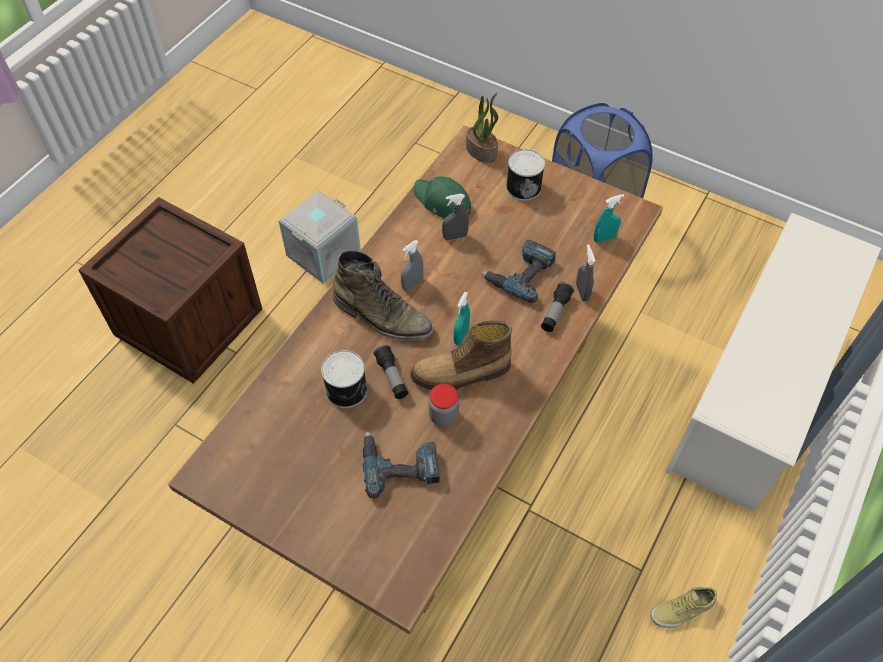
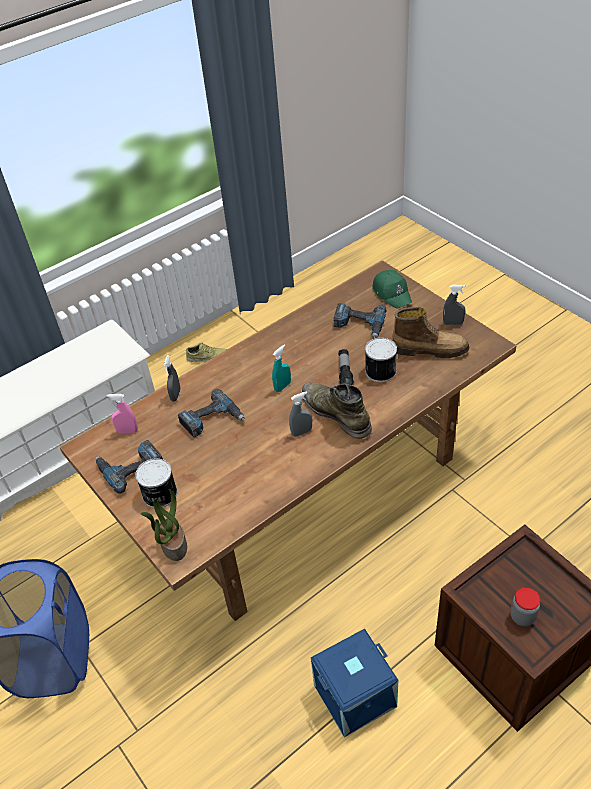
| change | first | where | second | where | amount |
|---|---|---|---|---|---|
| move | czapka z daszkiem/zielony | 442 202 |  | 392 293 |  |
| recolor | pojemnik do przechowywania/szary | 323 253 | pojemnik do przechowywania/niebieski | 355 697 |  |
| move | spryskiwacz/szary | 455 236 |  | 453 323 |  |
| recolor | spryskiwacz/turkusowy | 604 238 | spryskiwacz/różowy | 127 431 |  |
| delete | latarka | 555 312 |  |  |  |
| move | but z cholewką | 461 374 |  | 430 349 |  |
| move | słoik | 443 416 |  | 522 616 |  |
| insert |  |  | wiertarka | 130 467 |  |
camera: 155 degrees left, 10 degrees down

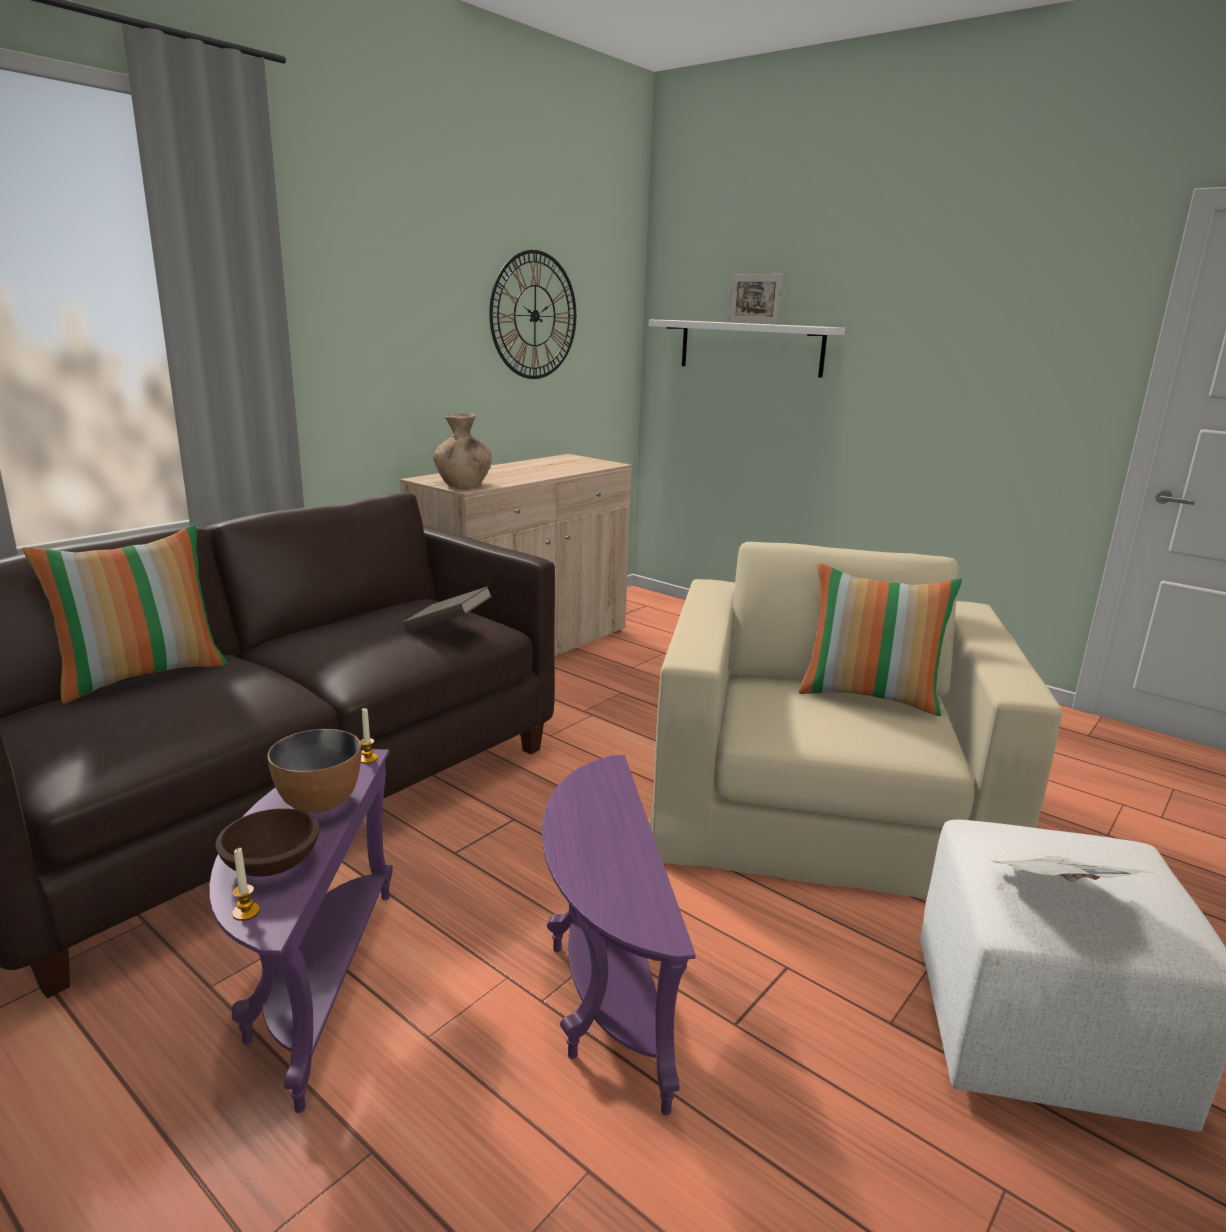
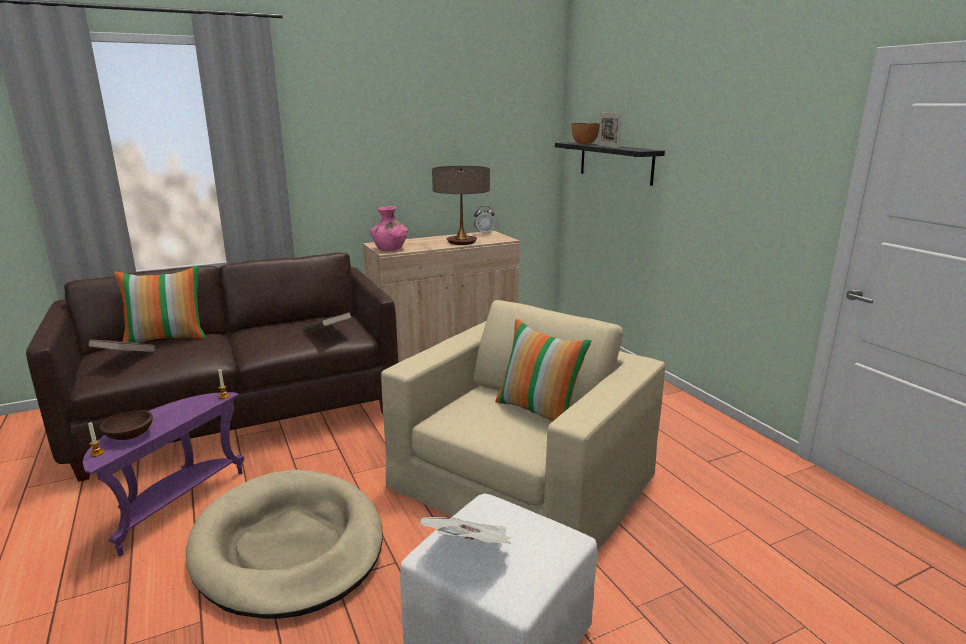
| change | first | where | second | where | amount |
|---|---|---|---|---|---|
| delete | zegar ścienny | 534 315 |  |  |  |
| recolor | półka/biały | 750 347 | półka/czarny | 615 162 |  |
| recolor | wazon/brązowy | 463 484 | wazon/różowy | 389 249 |  |
| move | miska | 320 803 |  | 584 143 |  |
| replace | stolik/fioletowy | 603 994 | legowisko/beżowy | 289 547 |  |
| insert |  |  | lampa stołowa | 461 242 |  |
| insert |  |  | budzik | 484 233 |  |
| insert |  |  | książka/brązowy | 125 357 |  |
camera: 25 degrees right, 0 degrees up

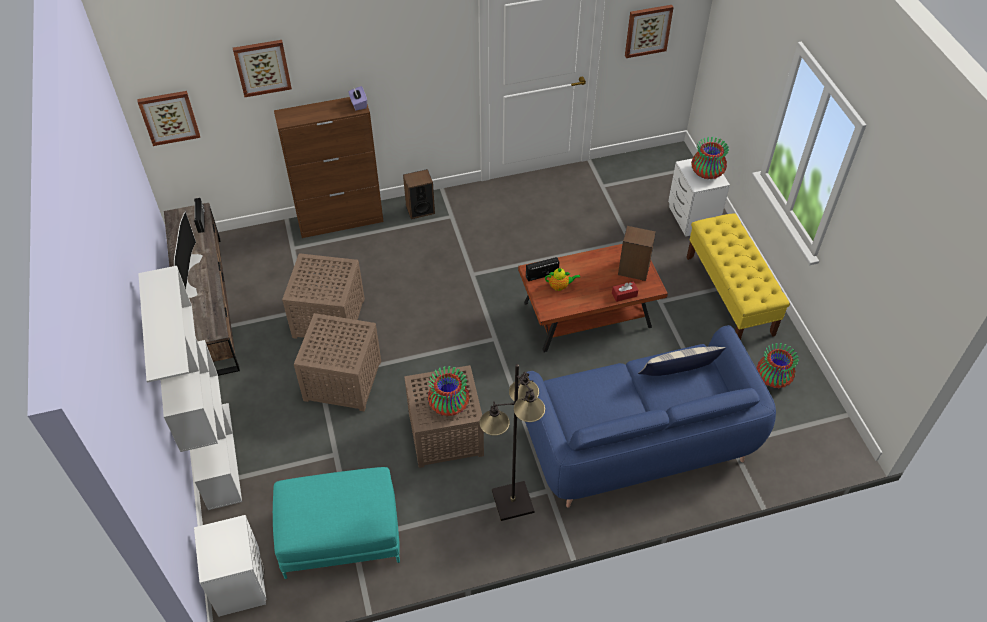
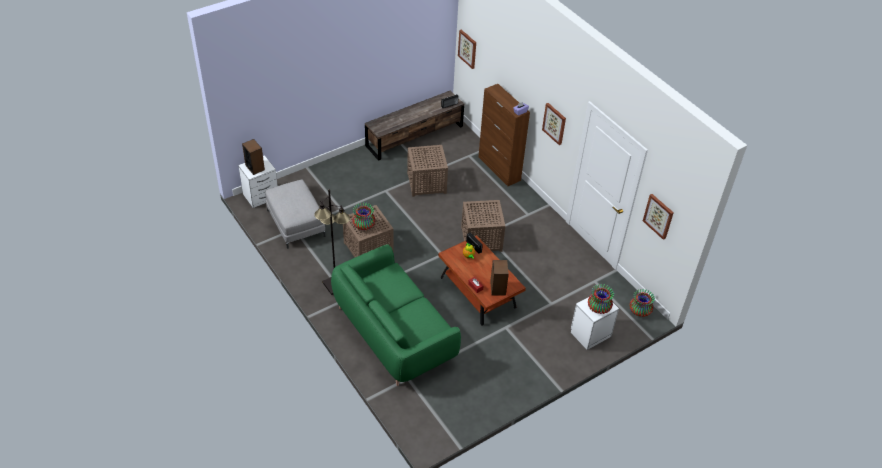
| change | first | where | second | where | amount |
|---|---|---|---|---|---|
| move | obraz | 262 67 |  | 554 123 |  |
| move | głośnik | 420 209 |  | 255 167 |  |
| delete | telewizor | 186 275 |  |  |  |
| delete | ławka/żółty | 729 295 |  |  |  |
| delete | regał/biały | 218 454 |  |  |  |
| move | stolik/brązowy | 341 381 |  | 480 238 |  |
| recolor | kanapa/niebieski | 638 441 | kanapa/zielony | 394 333 |  |
| move | wazon | 773 378 |  | 639 311 |  |
| delete | poduszka | 678 370 |  |  |  |
| recolor | pufa/turkusowy | 340 535 | pufa/szary | 295 223 |  |
camera: 70 degrees right, 5 degrees down

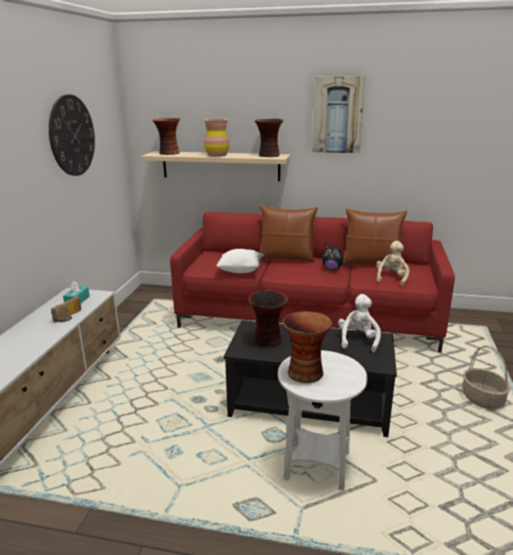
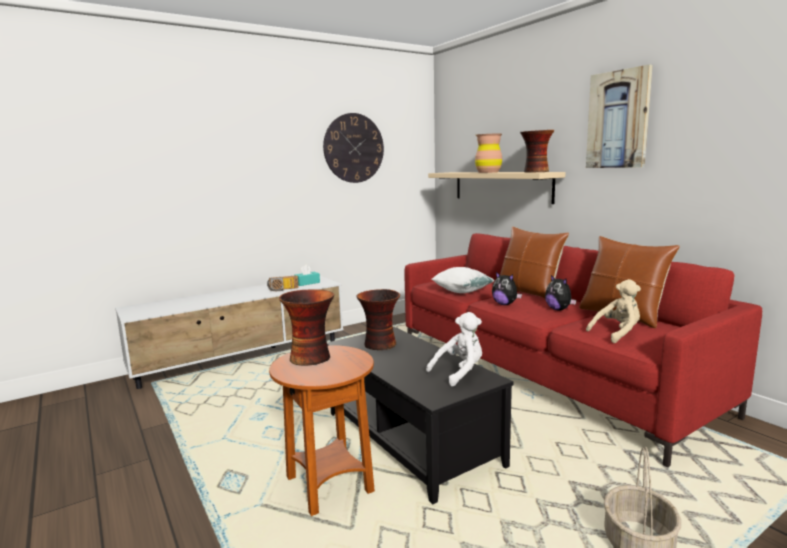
| change | first | where | second | where | amount |
|---|---|---|---|---|---|
| delete | wazon | 168 153 |  |  |  |
| recolor | stolik/biały | 317 465 | stolik/brązowy | 330 485 |  |
| insert |  |  | pluszak | 505 304 |  |
camera: 45 degrees right, 10 degrees down

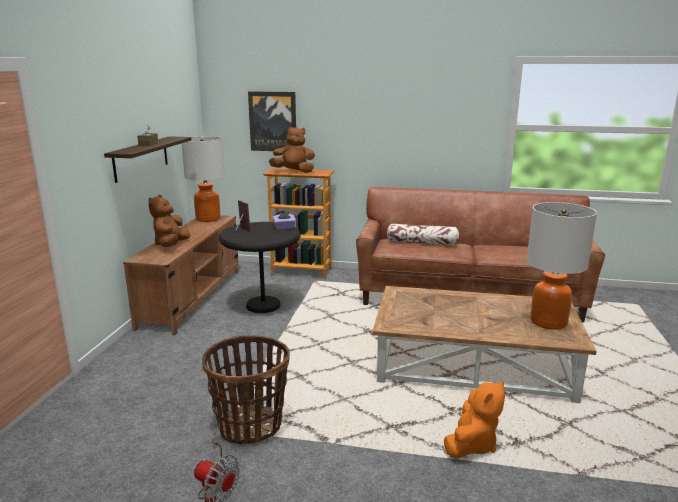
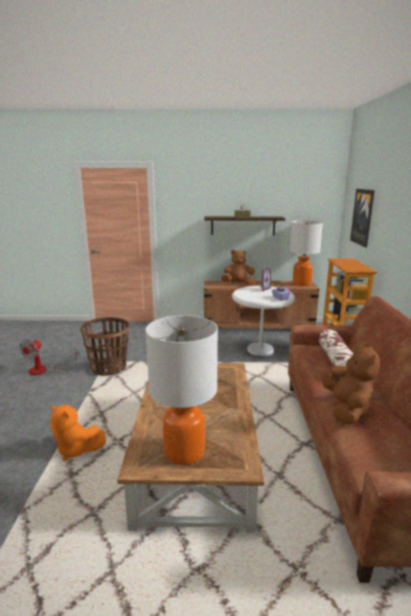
| change | first | where | second | where | amount |
|---|---|---|---|---|---|
| move | pluszak/brązowy | 294 171 |  | 346 409 |  |
| recolor | stolik/czarny | 263 305 | stolik/biały | 260 350 |  |
camera: 80 degrees right, 0 degrees up

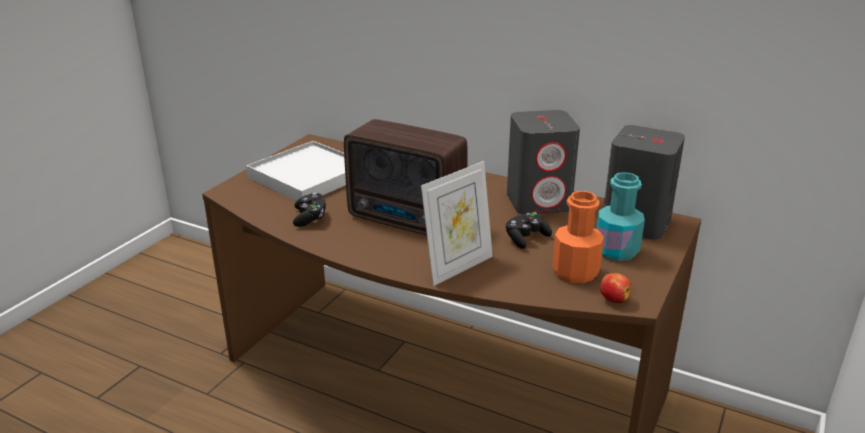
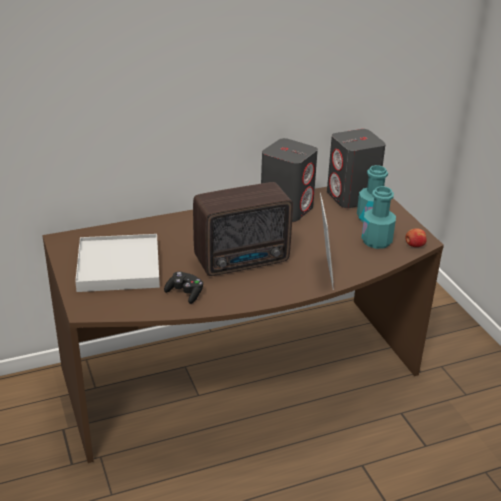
| change | first | where | second | where | amount |
|---|---|---|---|---|---|
| recolor | butelka/pomarańczowy | 575 272 | butelka/turkusowy | 376 241 |  |
| delete | pad do gier/czarny | 526 238 |  |  |  |
camera: 50 degrees left, 5 degrees up

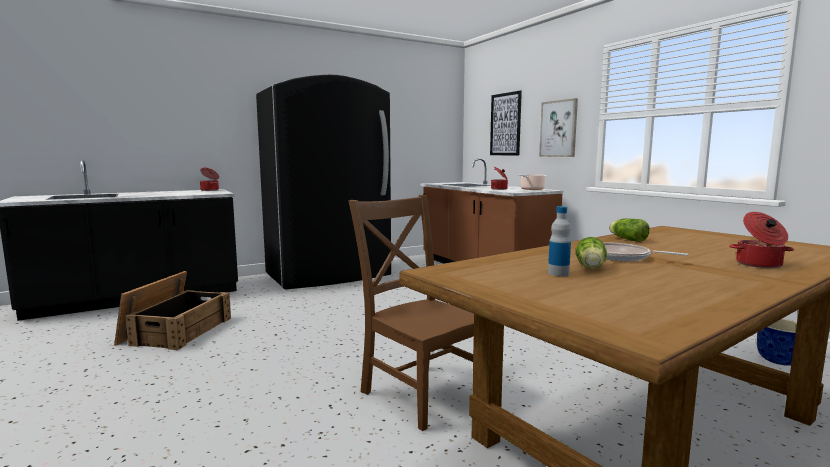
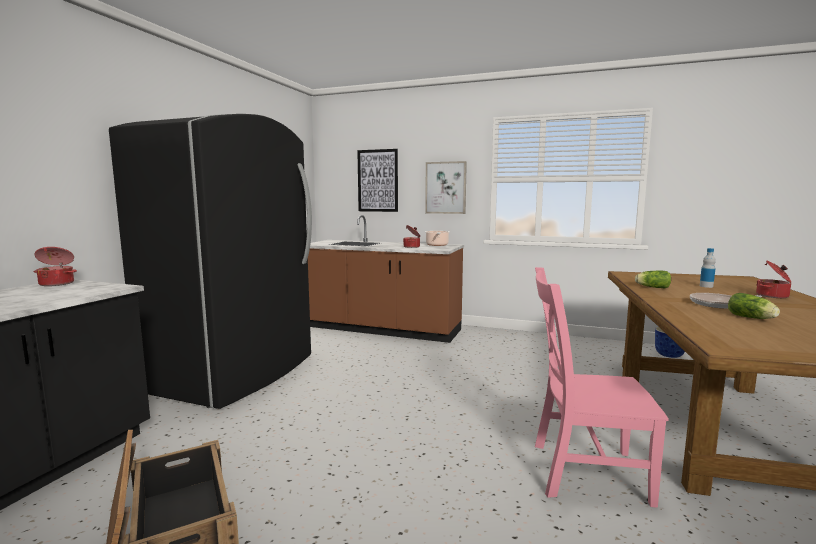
| change | first | where | second | where | amount |
|---|---|---|---|---|---|
| recolor | krzesło/brązowy | 420 392 | krzesło/różowy | 583 472 |  |
| move | butelka | 558 273 |  | 706 286 |  |
camera: 40 degrees left, 0 degrees up

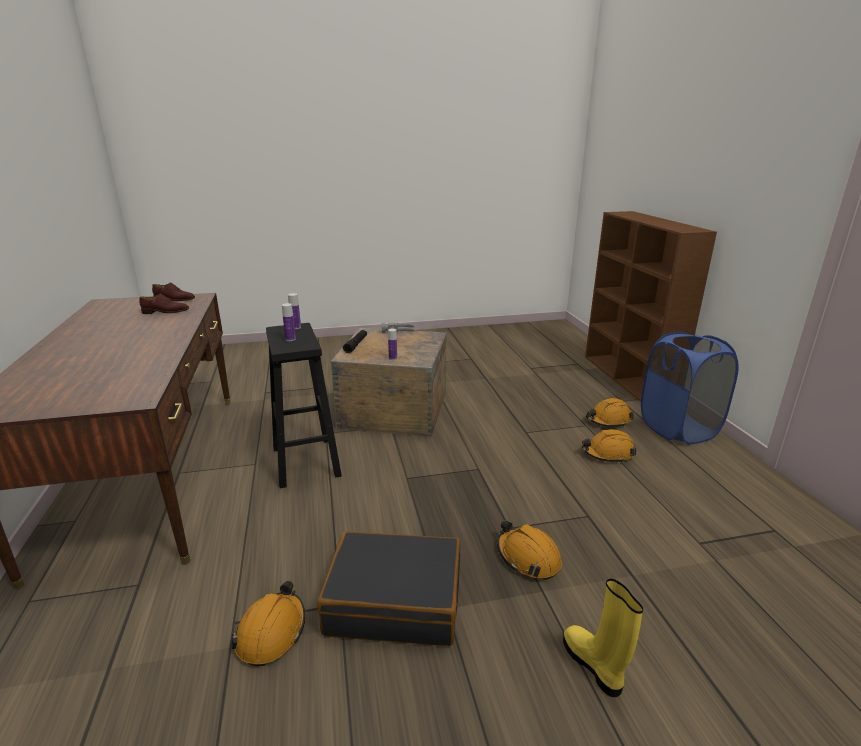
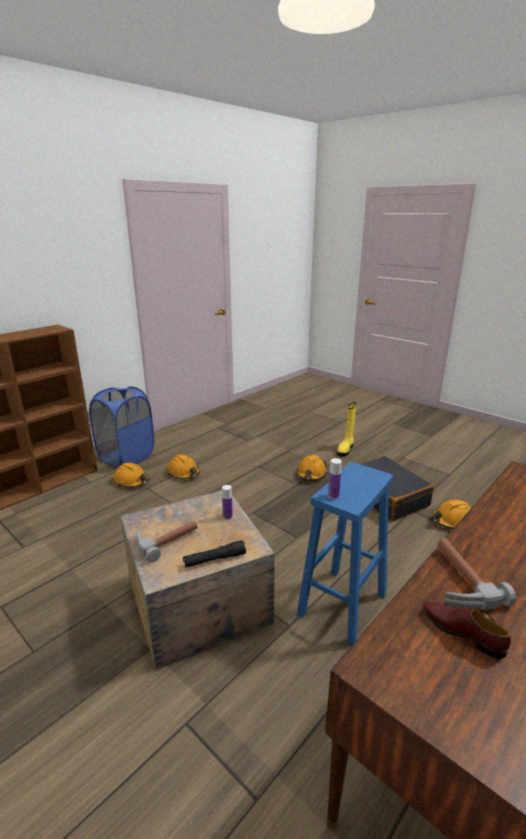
| change | first | where | second | where | amount |
|---|---|---|---|---|---|
| delete | but/brązowy | 174 299 |  |  |  |
| delete | butelka | 290 339 |  |  |  |
| recolor | stołek/czarny | 306 462 | stołek/niebieski | 343 603 |  |
| insert |  |  | młotek | 455 580 |  |
camera: 125 degrees left, 0 degrees up

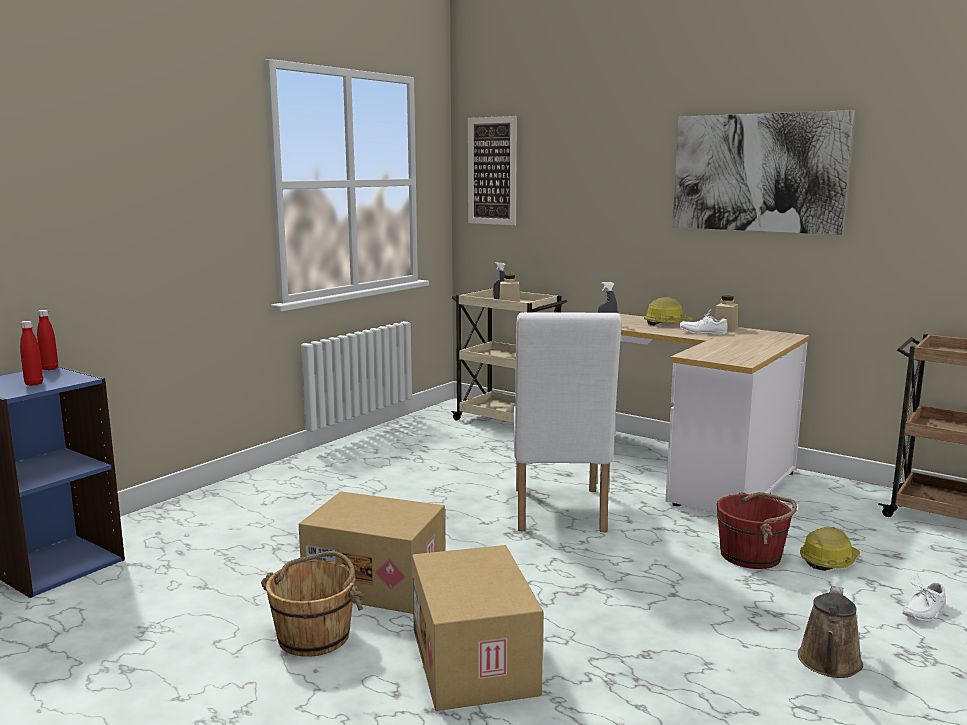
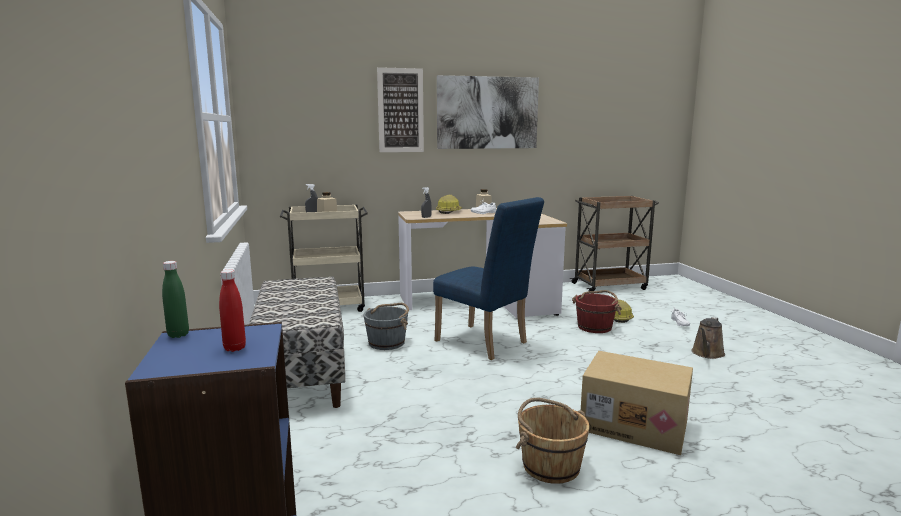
| change | first | where | second | where | amount |
|---|---|---|---|---|---|
| move | obraz | 492 171 |  | 400 110 |  |
| recolor | butelka/czerwony | 50 369 | butelka/zielony | 178 335 |  |
| recolor | krzesło/biały | 558 514 | krzesło/niebieski | 485 343 |  |
| delete | karton | 377 582 |  |  |  |
| rotate | konewka/brązowy | 829 664 |  | 707 354 | 60 degrees clockwise |
| insert |  |  | ławka | 301 373 |  |
| insert |  |  | wiadro/szary | 387 343 |  |
camera: 50 degrees left, 0 degrees up

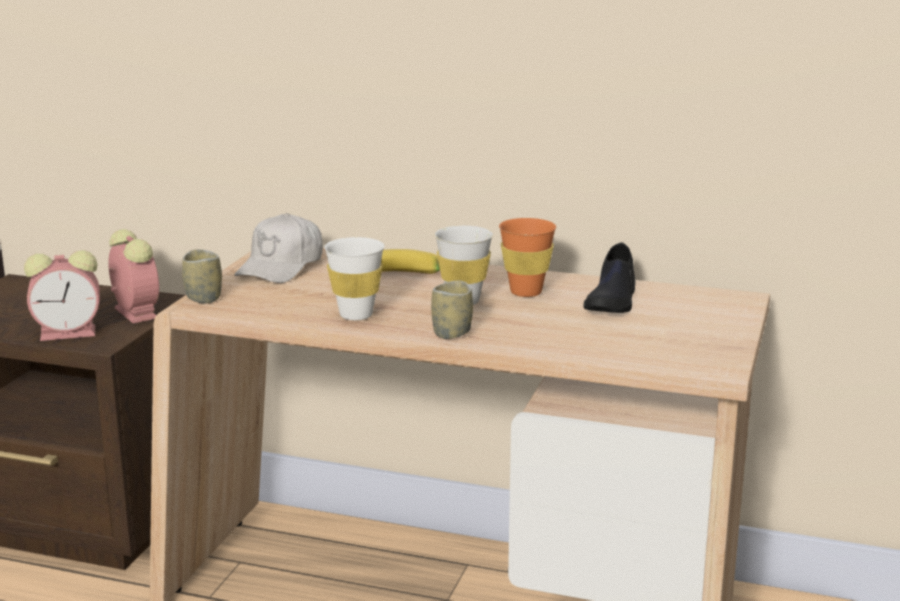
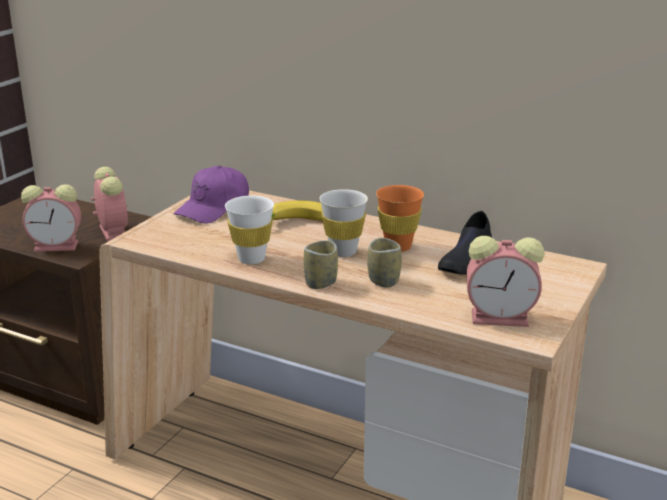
| change | first | where | second | where | amount |
|---|---|---|---|---|---|
| recolor | czapka z daszkiem/biały | 281 267 | czapka z daszkiem/fioletowy | 214 208 |  |
| move | filiżanka | 203 298 |  | 383 281 |  |
| insert |  |  | budzik | 502 318 |  |
camera: 10 degrees right, 5 degrees up

